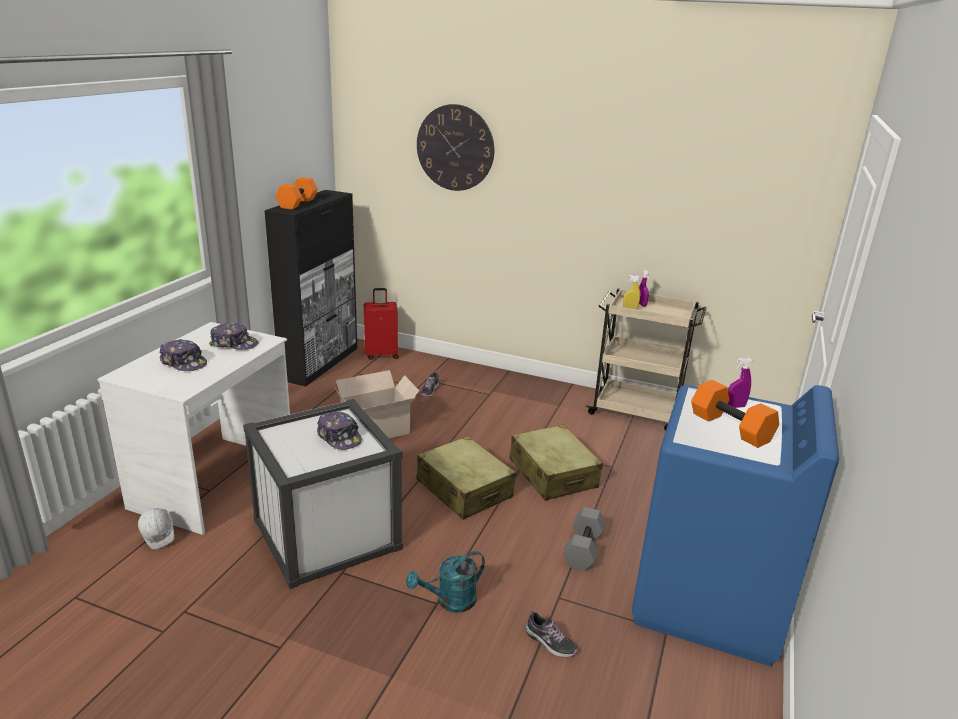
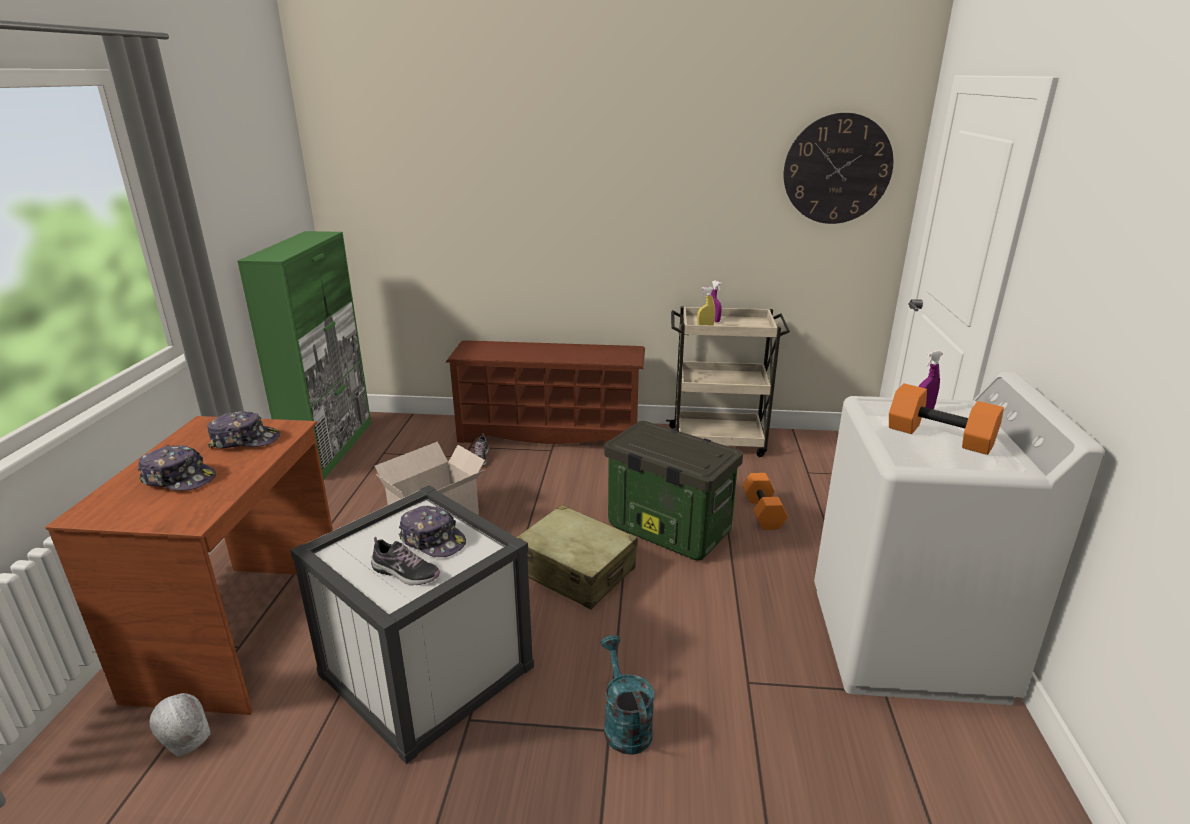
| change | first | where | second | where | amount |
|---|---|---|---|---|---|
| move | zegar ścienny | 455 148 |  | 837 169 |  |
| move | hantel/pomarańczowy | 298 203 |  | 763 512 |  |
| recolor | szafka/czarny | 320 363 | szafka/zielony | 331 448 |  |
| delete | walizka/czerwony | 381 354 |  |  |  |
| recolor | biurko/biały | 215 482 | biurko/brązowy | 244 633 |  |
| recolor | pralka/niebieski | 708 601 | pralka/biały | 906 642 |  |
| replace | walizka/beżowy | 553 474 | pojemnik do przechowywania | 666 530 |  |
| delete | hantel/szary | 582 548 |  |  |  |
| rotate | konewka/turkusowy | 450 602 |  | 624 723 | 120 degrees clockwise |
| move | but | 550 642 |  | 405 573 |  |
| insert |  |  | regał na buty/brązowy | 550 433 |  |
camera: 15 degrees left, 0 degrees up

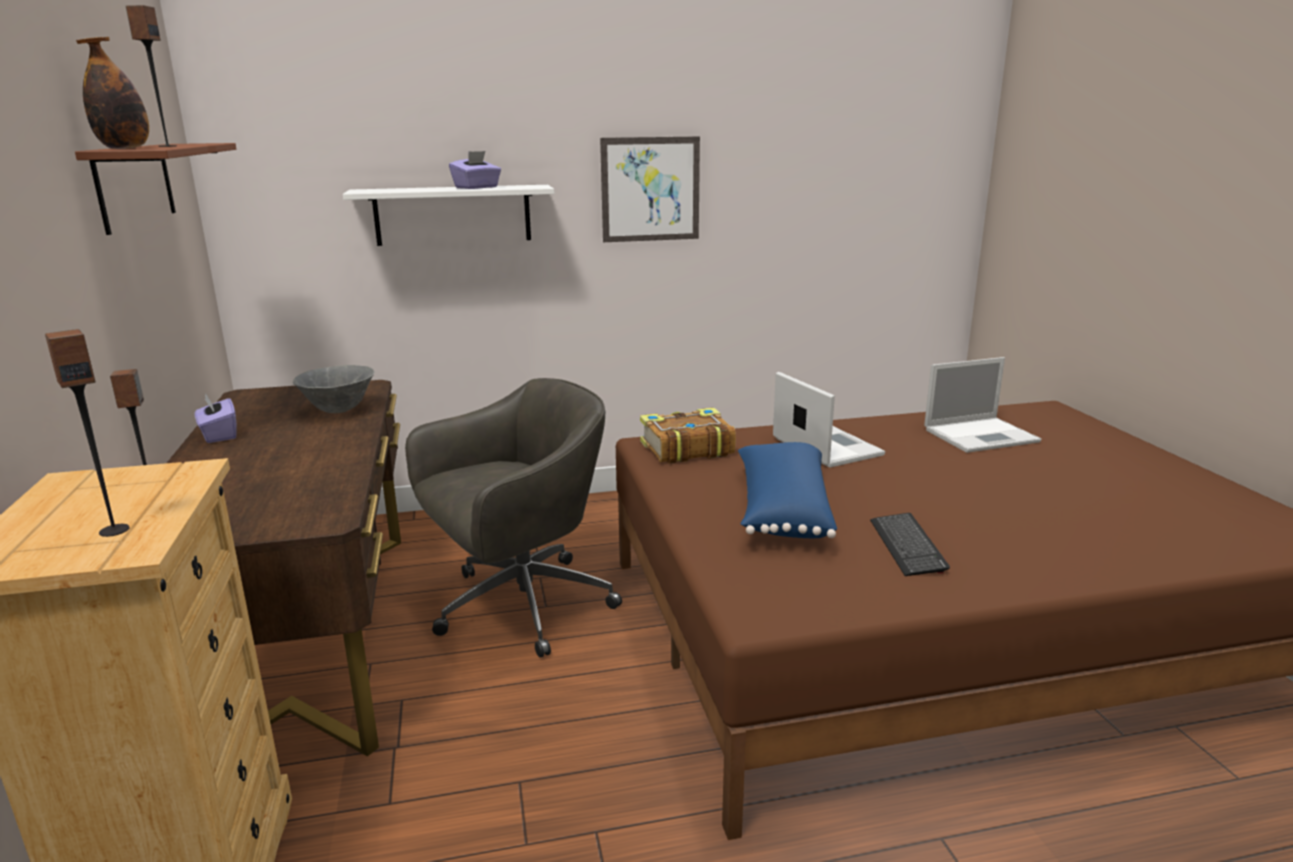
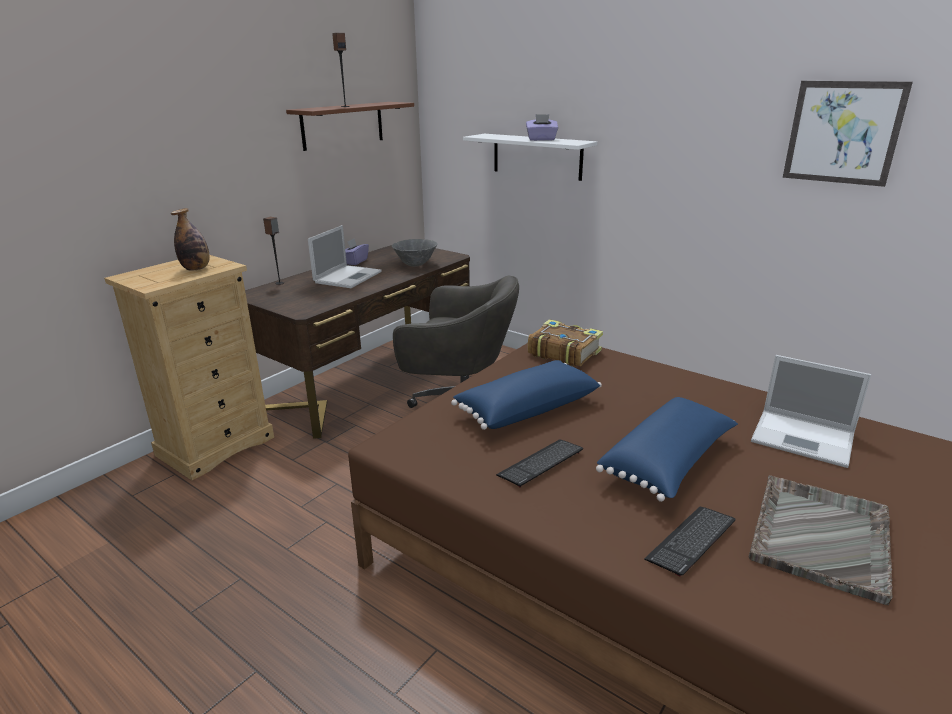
| change | first | where | second | where | amount |
|---|---|---|---|---|---|
| move | butelka | 125 148 |  | 196 269 |  |
| move | obraz | 650 189 |  | 843 133 |  |
| delete | głośnik | 114 530 |  |  |  |
| move | laptop | 825 446 |  | 348 277 |  |
| insert |  |  | poduszka/niebieski | 669 463 |  |
| insert |  |  | taca/szary | 820 535 |  |
| insert |  |  | klawiatura | 691 541 |  |
camera: 50 degrees right, 5 degrees up

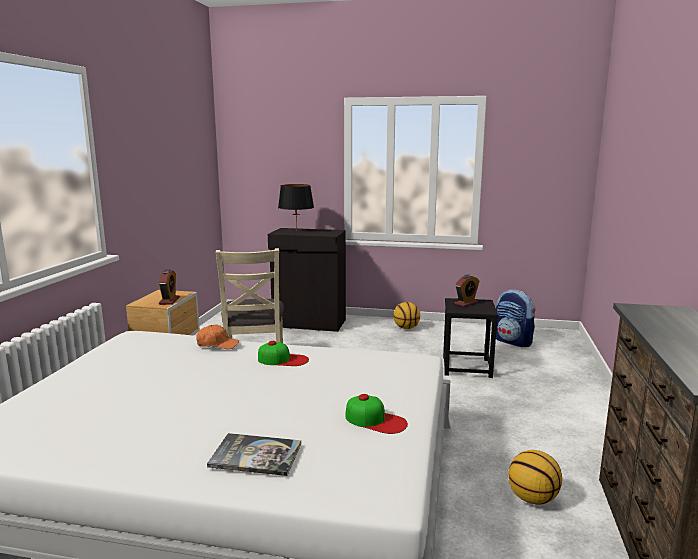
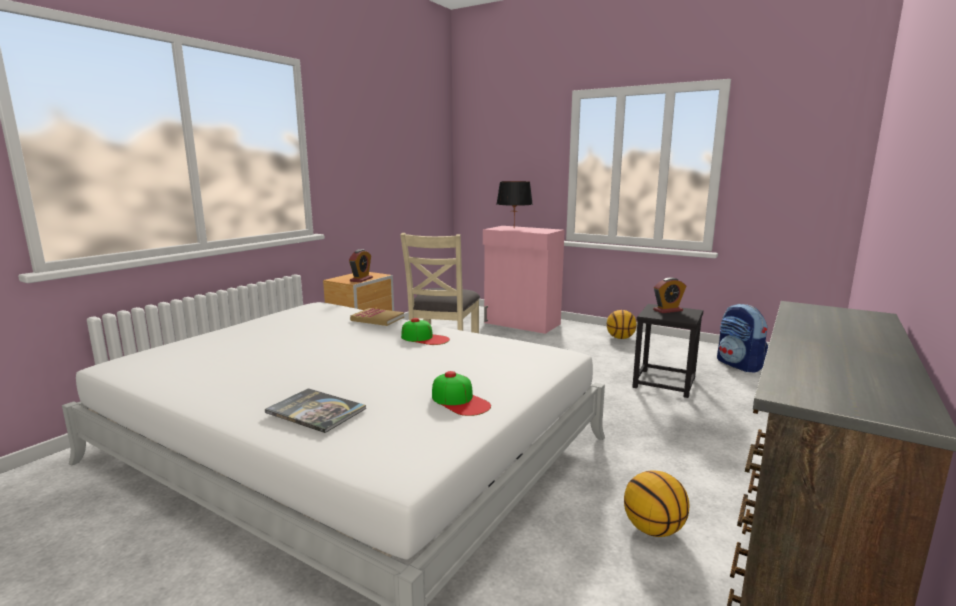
| change | first | where | second | where | amount |
|---|---|---|---|---|---|
| recolor | szafka/czarny | 309 323 | szafka/różowy | 522 324 |  |
| replace | czapka z daszkiem/pomarańczowy | 217 344 | książka | 377 319 |  |
camera: 20 degrees right, 0 degrees up

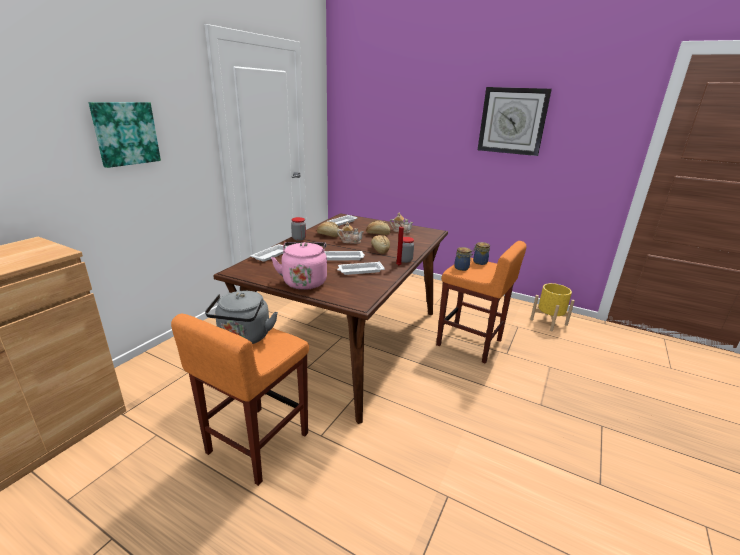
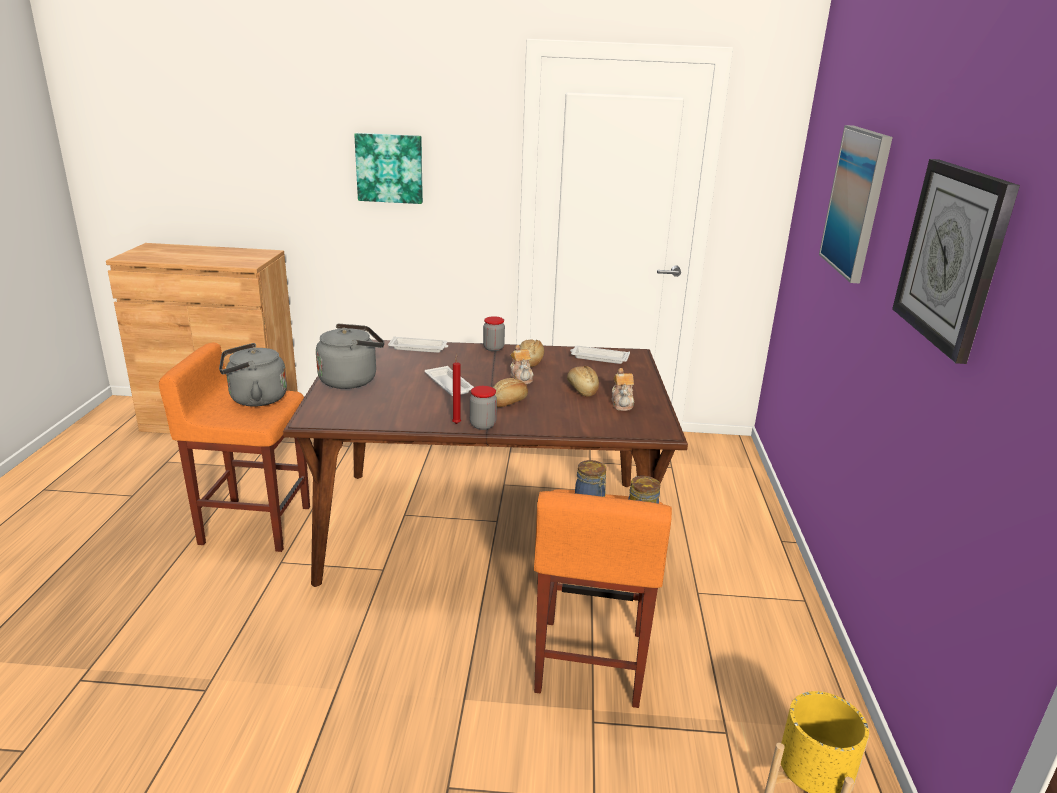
| change | first | where | second | where | amount |
|---|---|---|---|---|---|
| recolor | czajnik/różowy | 304 281 | czajnik/szary | 351 380 |  |
| delete | taca/biały | 360 271 |  |  |  |
| insert |  |  | obraz | 856 202 |  |
camera: 65 degrees right, 0 degrees up

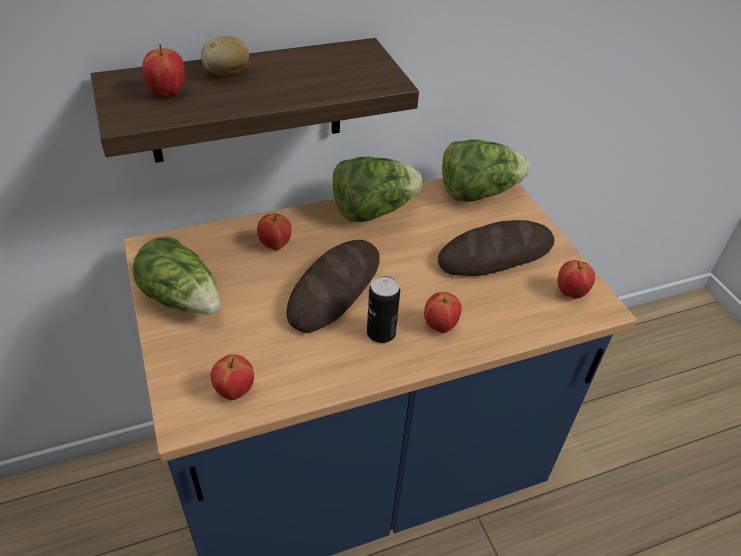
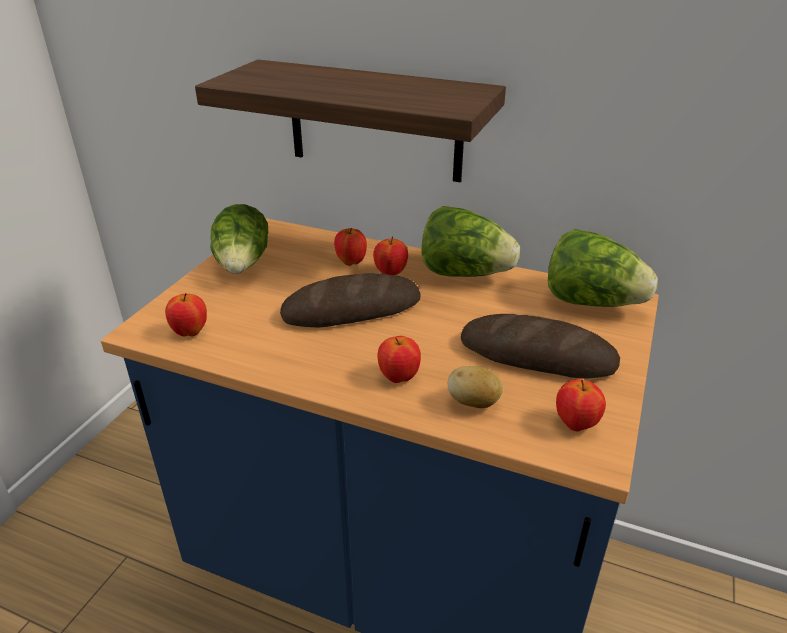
| change | first | where | second | where | amount |
|---|---|---|---|---|---|
| move | ziemniak | 227 73 |  | 473 403 |  |
| move | jabłko | 168 93 |  | 390 273 |  |
| delete | puszka | 381 333 |  |  |  |
camera: 45 degrees right, 10 degrees down

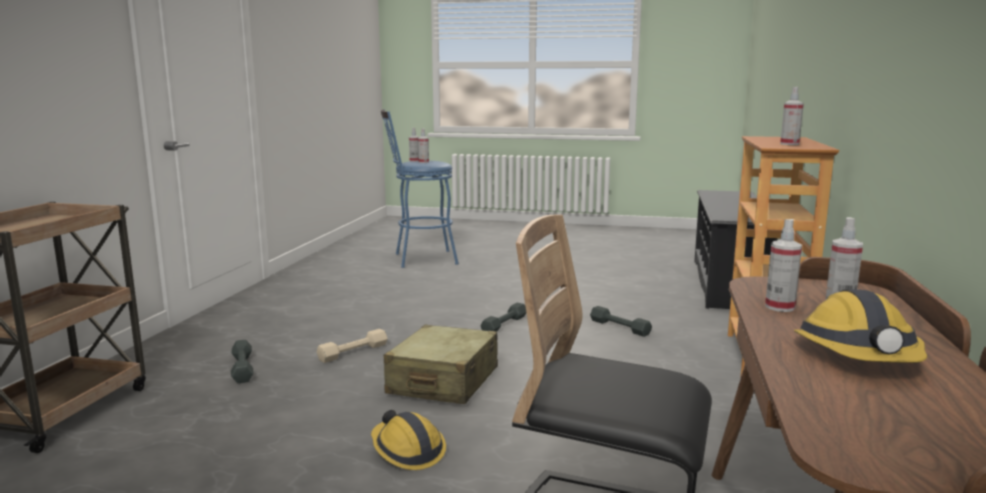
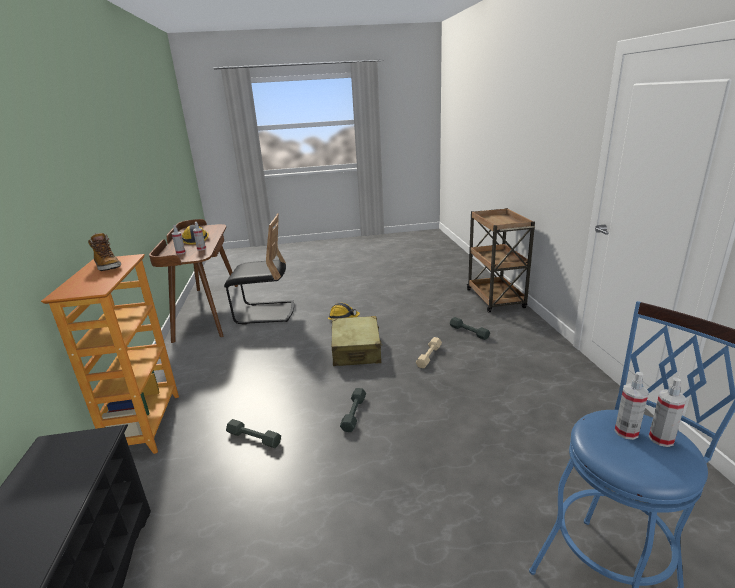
| change | first | where | second | where | amount |
|---|---|---|---|---|---|
| replace | spryskiwacz | 789 144 | but z cholewką | 107 266 |  |
camera: 160 degrees right, 10 degrees up

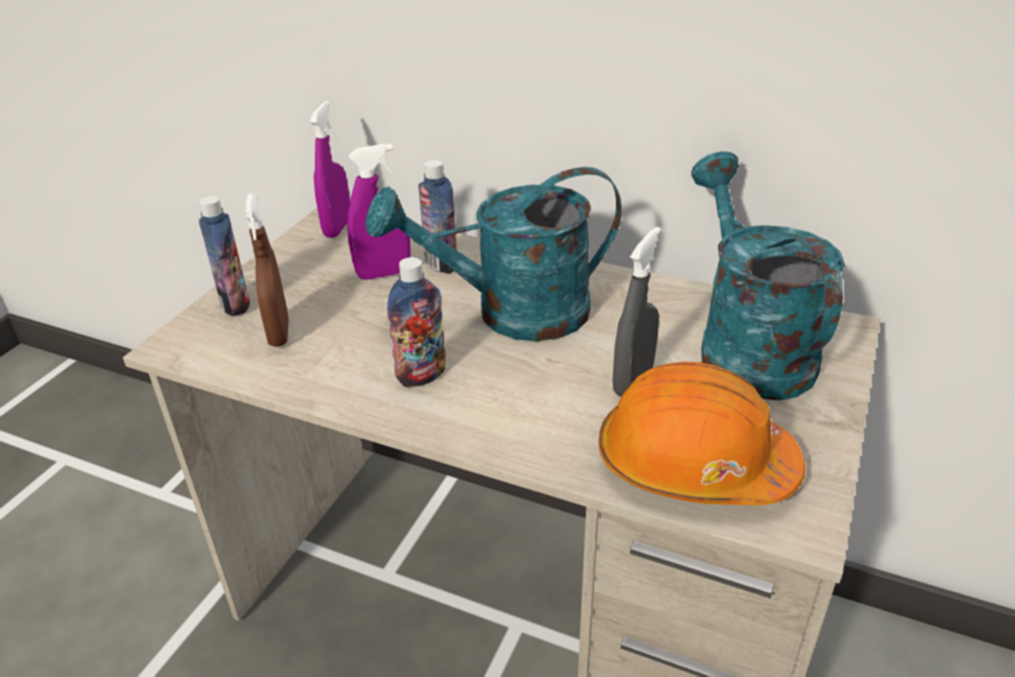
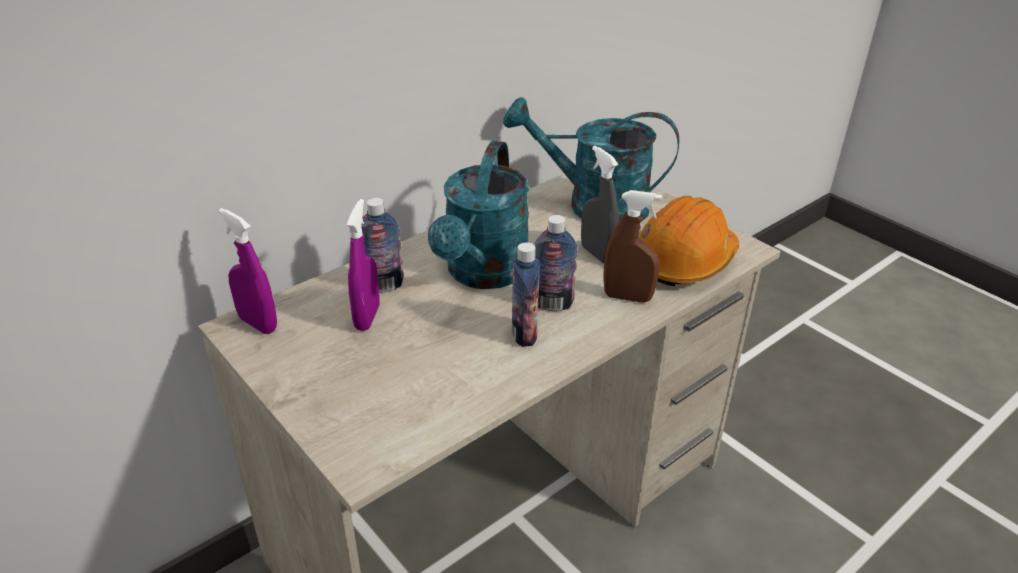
| change | first | where | second | where | amount |
|---|---|---|---|---|---|
| move | spryskiwacz/brązowy | 279 333 |  | 627 297 |  |
| move | butelka | 235 304 |  | 552 304 |  |
camera: 65 degrees left, 0 degrees up

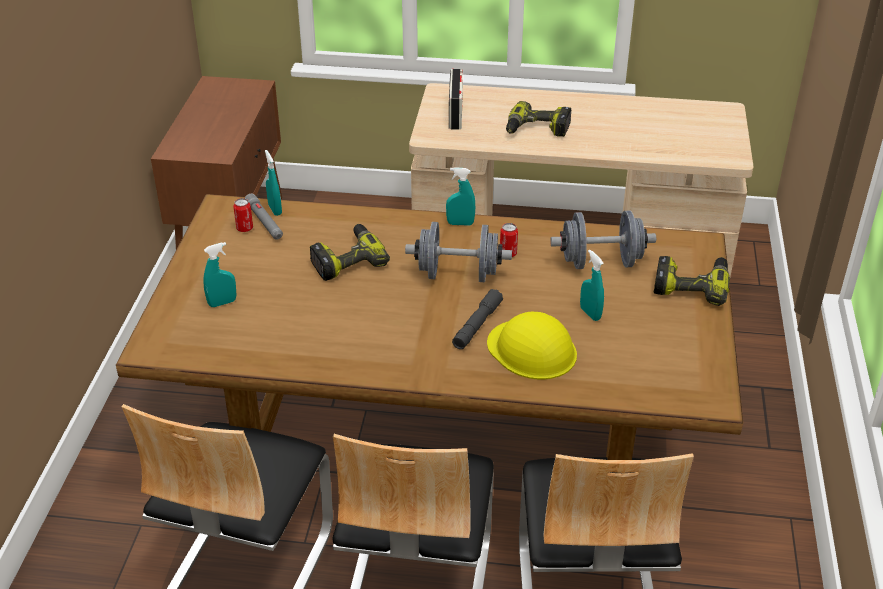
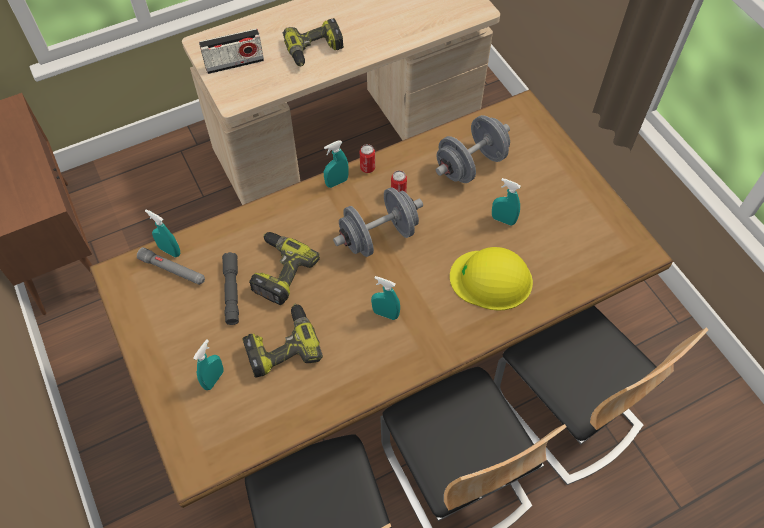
| change | first | where | second | where | amount |
|---|---|---|---|---|---|
| rotate | radio | 455 114 |  | 234 63 | 105 degrees clockwise |
| move | puszka | 244 228 |  | 367 168 |  |
| move | wiertarka | 691 285 |  | 282 345 |  |
| move | latarka/szary | 477 325 |  | 232 292 |  |
| insert |  |  | spryskiwacz/turkusowy | 385 314 |  |
camera: 35 degrees left, 20 degrees up

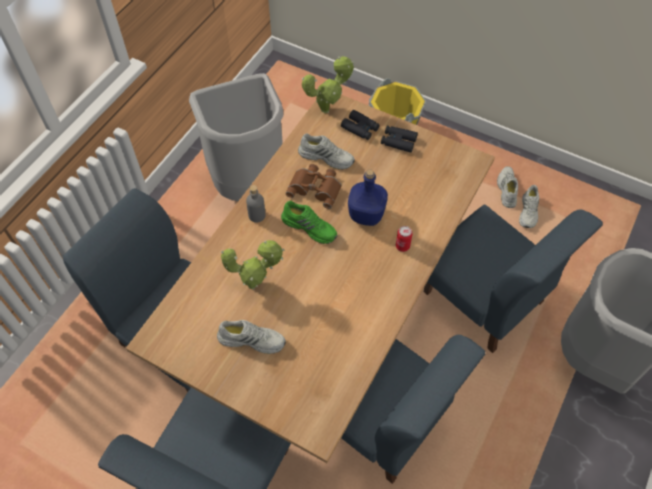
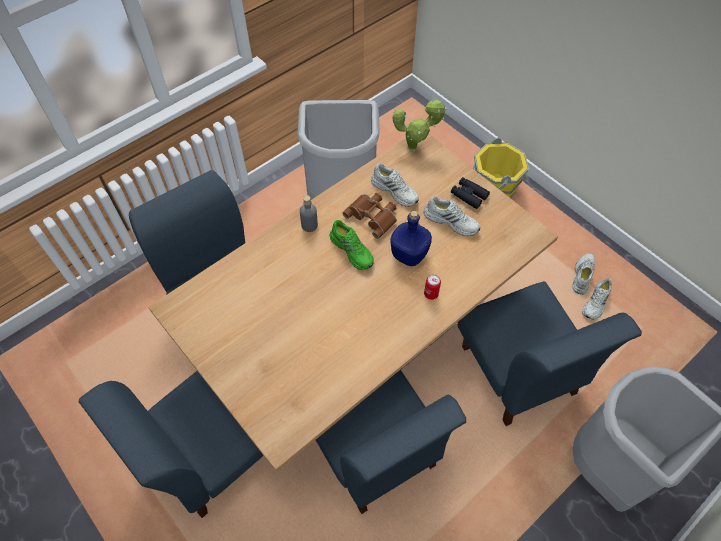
| change | first | where | second | where | amount |
|---|---|---|---|---|---|
| delete | lornetka/czarny | 360 128 |  |  |  |
| delete | roślina doniczkowa | 256 284 |  |  |  |
| move | but/biały | 252 339 |  | 451 221 |  |
camera: 20 degrees right, 0 degrees up

